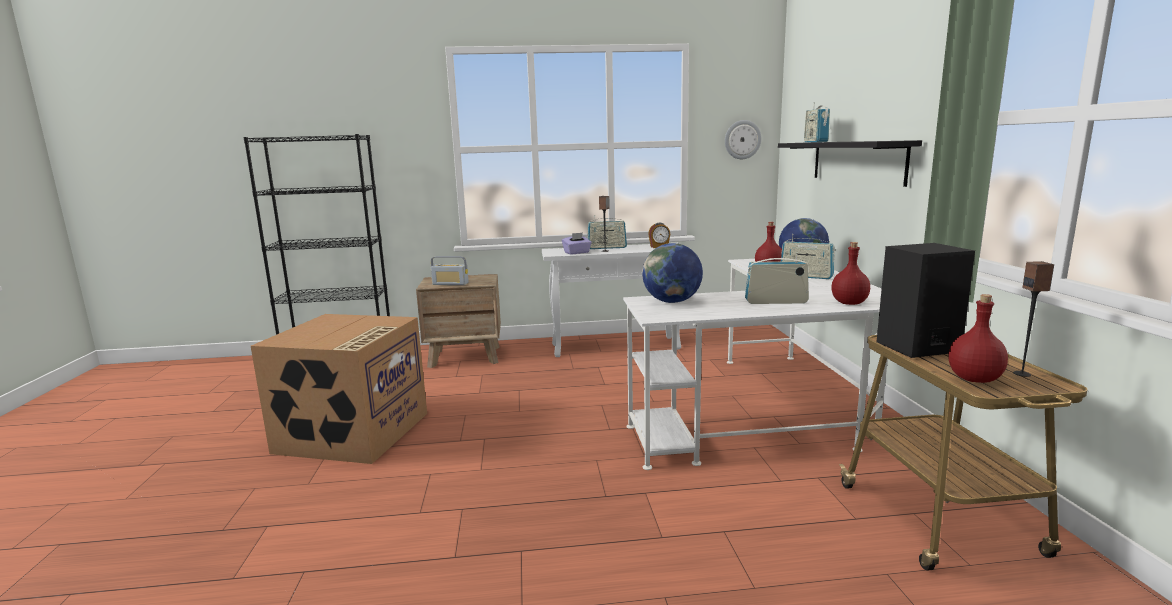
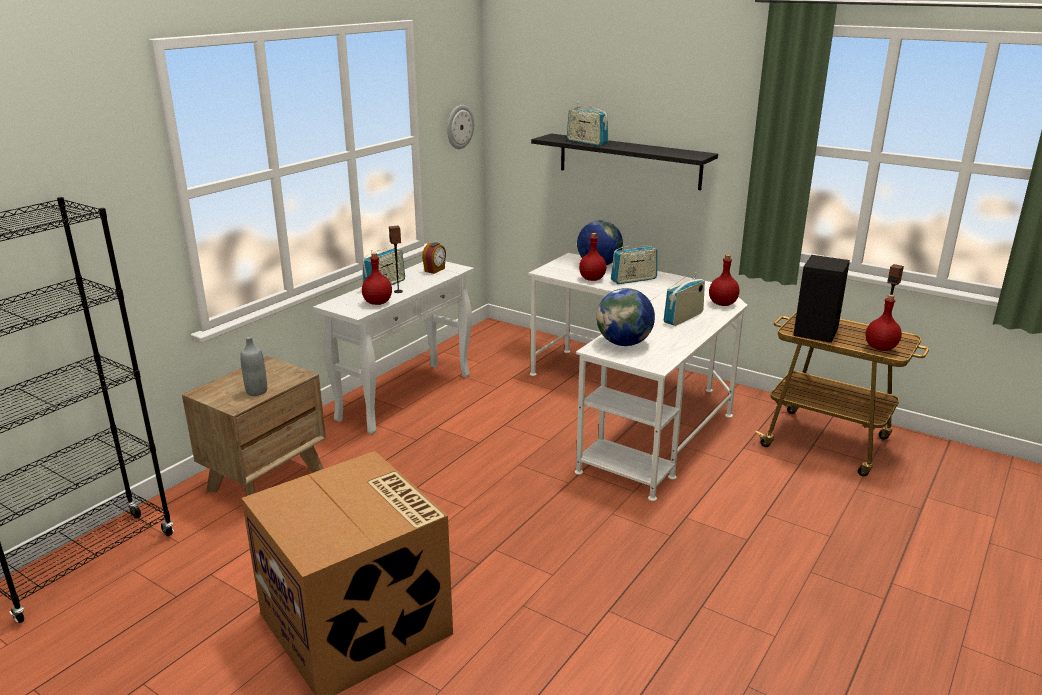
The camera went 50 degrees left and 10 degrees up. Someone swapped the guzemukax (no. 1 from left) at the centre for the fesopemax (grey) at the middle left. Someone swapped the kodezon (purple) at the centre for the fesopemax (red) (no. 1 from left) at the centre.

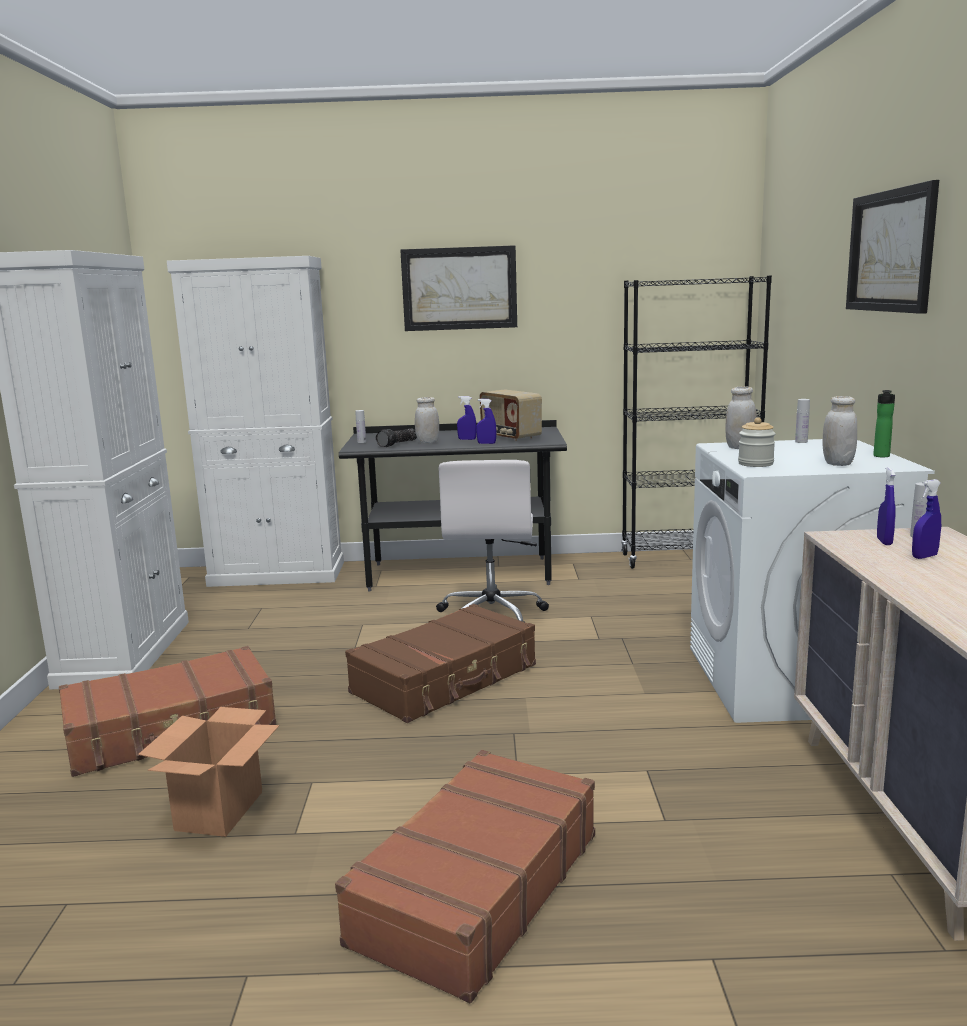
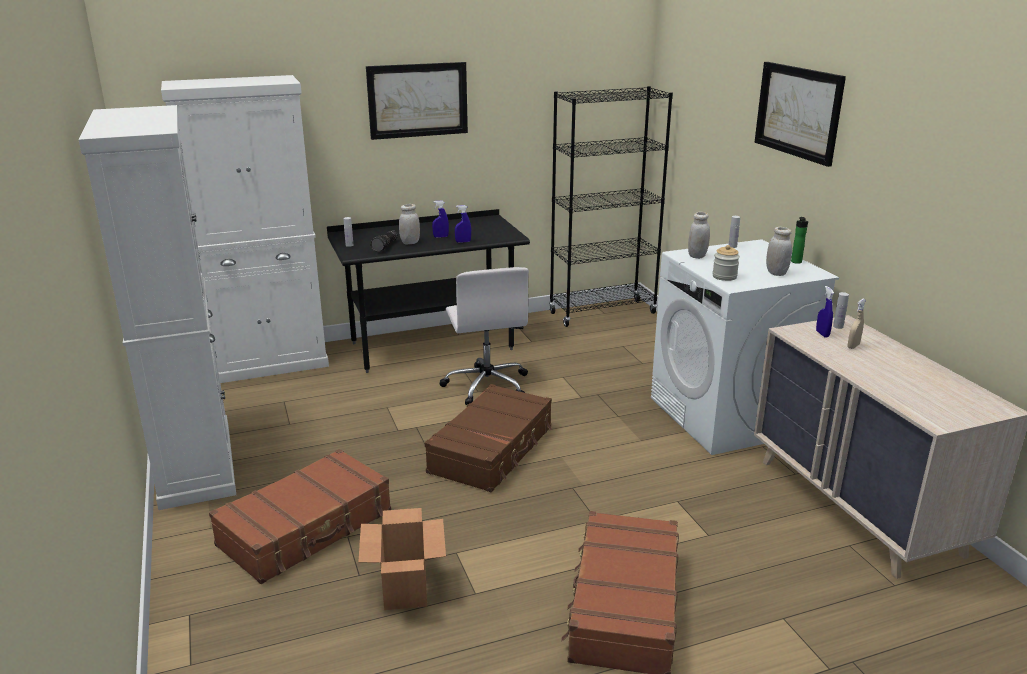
The camera went 20 degrees left and 10 degrees up. Someone took away the guzemukax at the centre. Someone repainted the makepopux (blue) (no. 4 from left) at the middle right, which became the makepopux (beige) at the middle right.

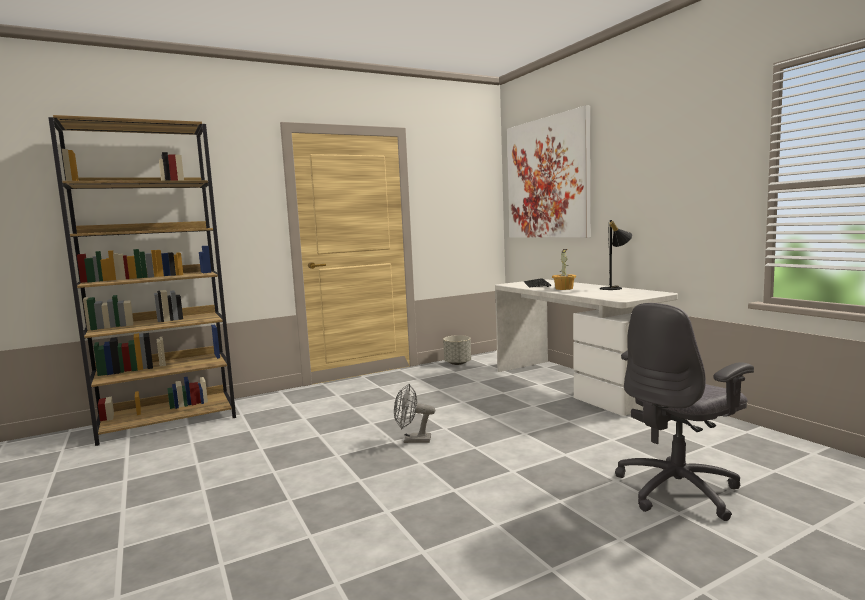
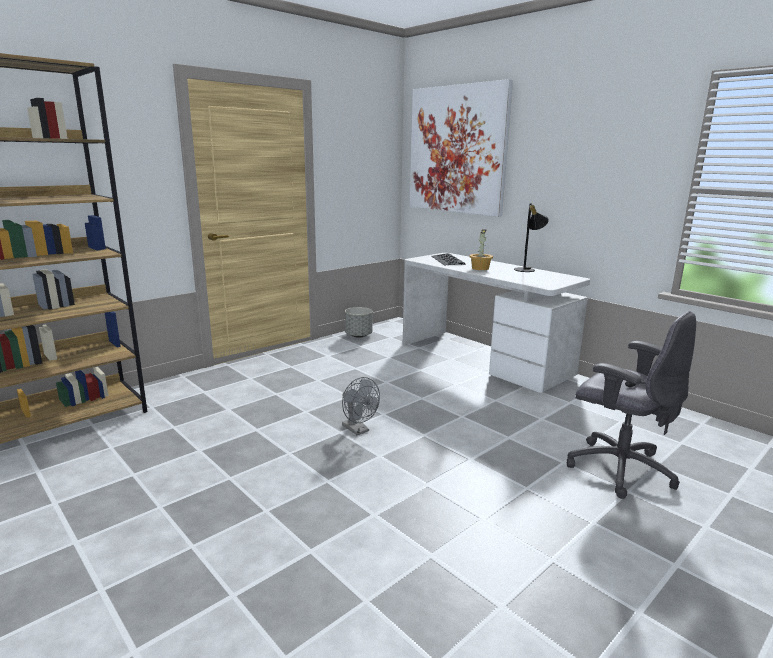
The camera went 15 degrees left and 10 degrees up. Someone rotated the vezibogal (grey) at the bottom centre by 120 degrees counterclockwise. Someone rotated the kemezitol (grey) at the bottom right by 90 degrees counterclockwise.

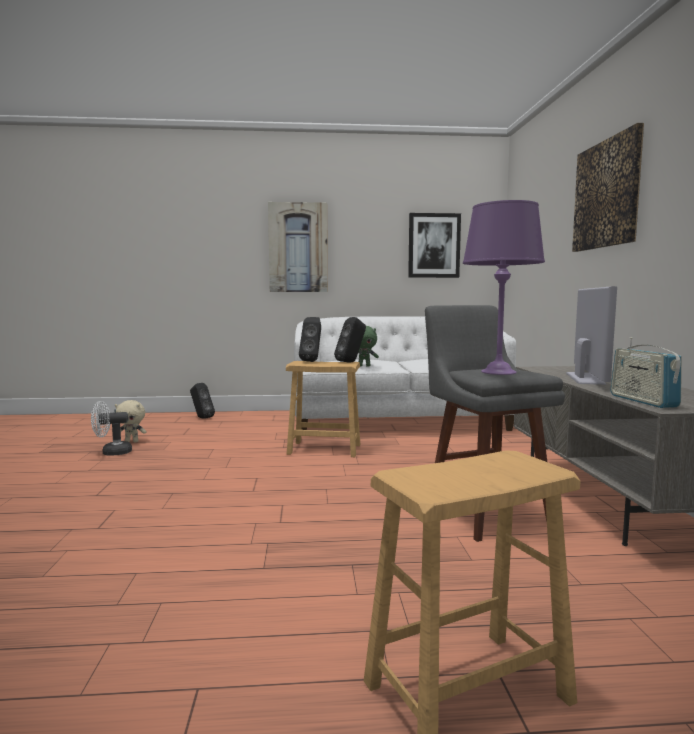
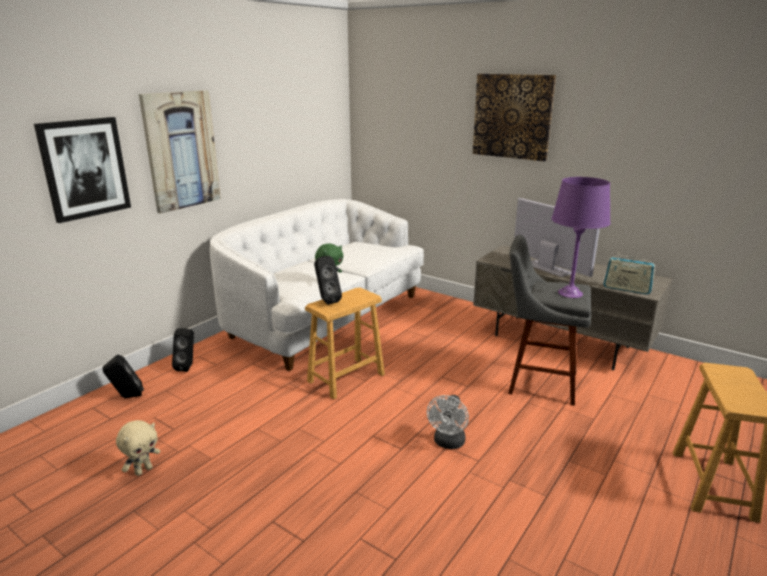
The camera went 50 degrees left and 15 degrees up. Someone carried the vezibogal (white) from the middle left to the bottom centre. Someone carried the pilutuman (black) (no. 3 from left in the first image) from the centre to the middle left. Someone carried the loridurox (no. 2 from left in the first image) from the centre to the top left.

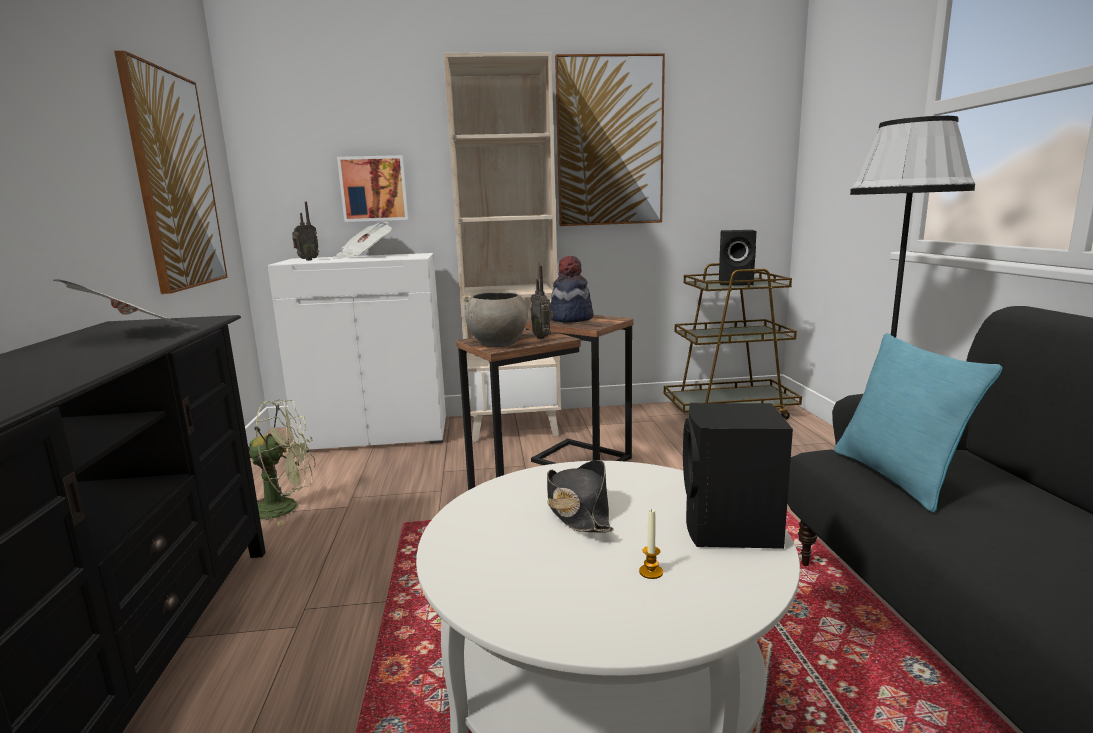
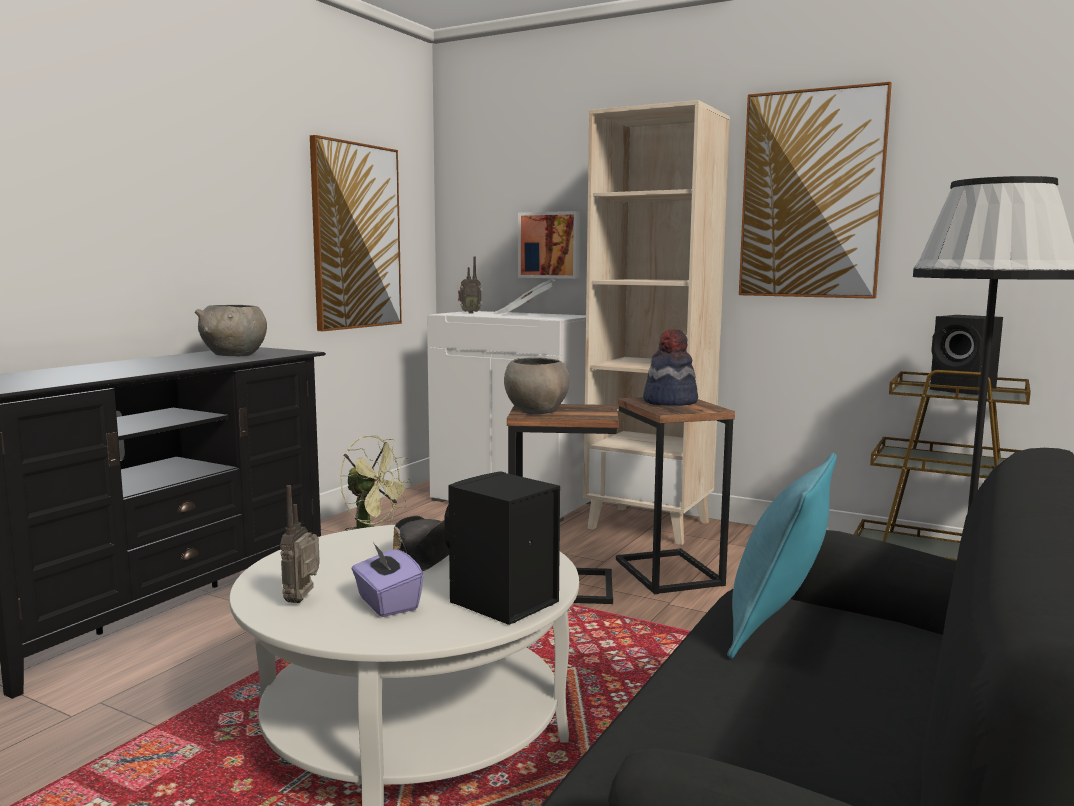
The camera went 35 degrees right and 5 degrees down. Someone carried the guzemukax (no. 2 from left in the first image) from the centre to the bottom left. Someone swapped the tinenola (no. 1 from left) at the middle left for the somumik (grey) (no. 1 from left) at the middle left. Someone swapped the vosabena at the bottom centre for the kodezon (purple) at the bottom centre.

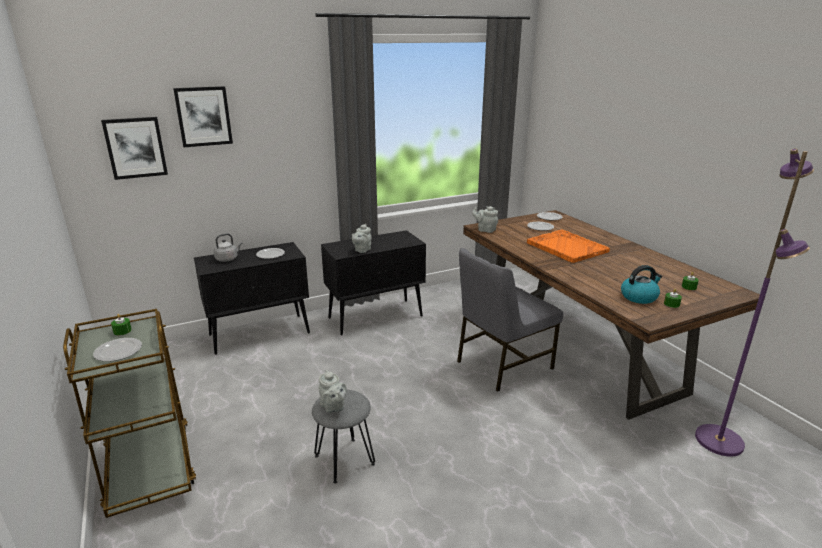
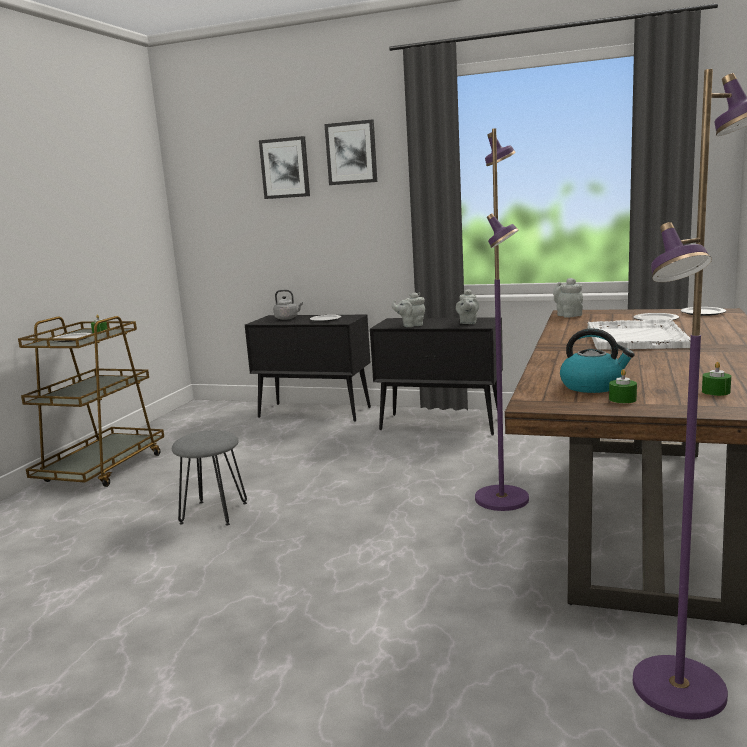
The camera went 45 degrees right and 10 degrees down. Someone carried the loridurox (no. 1 from left in the first image) from the top left to the top centre. Someone carried the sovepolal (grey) (no. 1 from left in the first image) from the bottom centre to the centre. Someone swapped the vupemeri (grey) at the centre for the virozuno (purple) (no. 1 from left) at the middle right. Someone repainted the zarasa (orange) at the middle right, which became the zarasa (white) at the middle right.

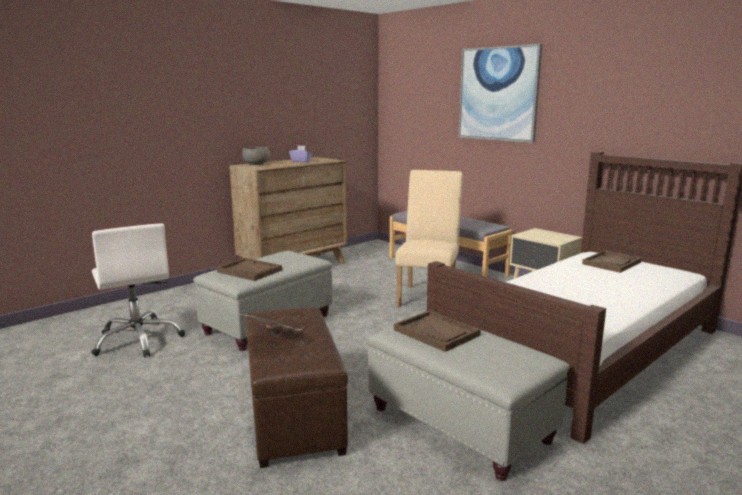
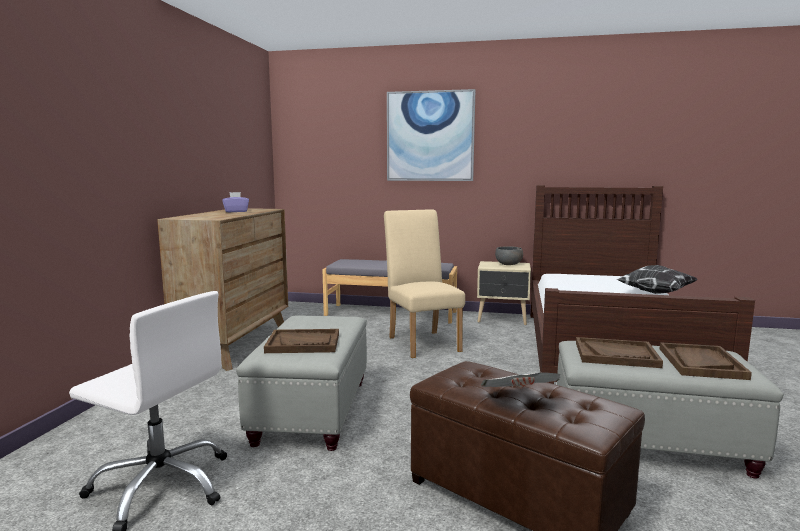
The camera went 35 degrees left and 5 degrees down. Someone put down the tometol at the middle right. Someone carried the somumik (grey) from the top centre to the centre. Someone carried the zarasa (brown) (no. 3 from left) from the middle right to the bottom right.

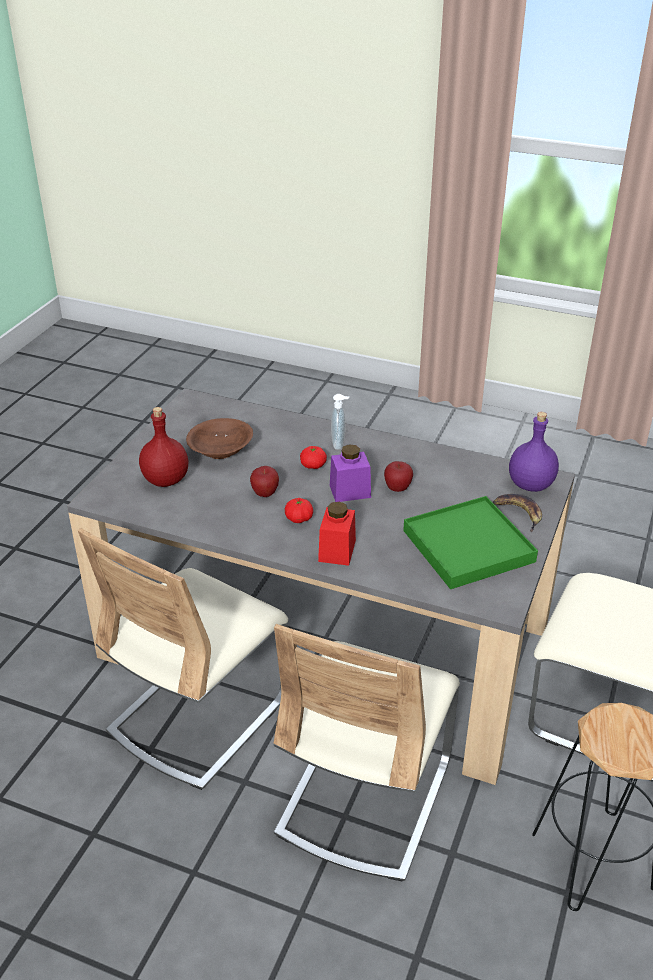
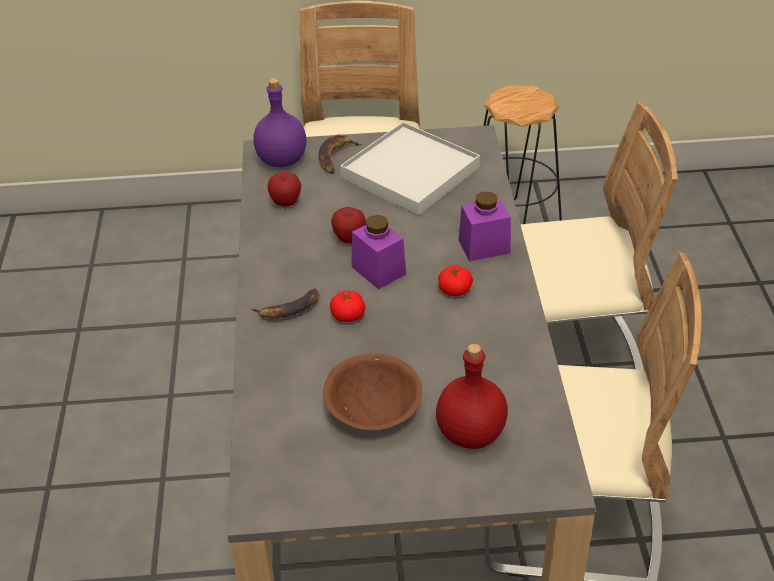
The camera went 115 degrees left and 5 degrees up. Someone carried the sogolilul (no. 1 from left) from the centre to the top centre. Someone swapped the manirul at the centre for the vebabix (no. 1 from left) at the centre. Someone repainted the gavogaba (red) at the centre, which became the gavogaba (purple) (no. 2 from left) at the centre. Someone repainted the zarasa (green) at the middle right, which became the zarasa (white) at the top centre.

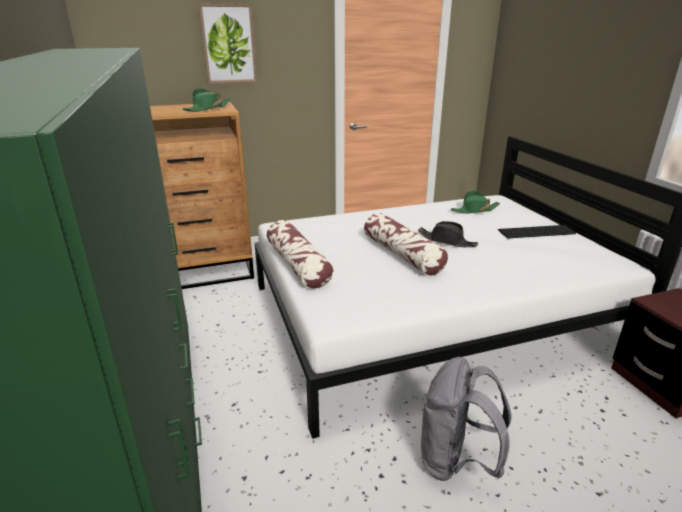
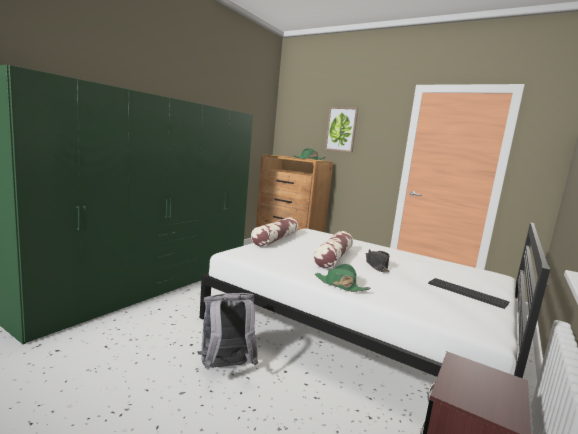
The camera went 50 degrees right and 15 degrees down. Someone carried the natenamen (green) (no. 2 from left) from the middle right to the centre.

